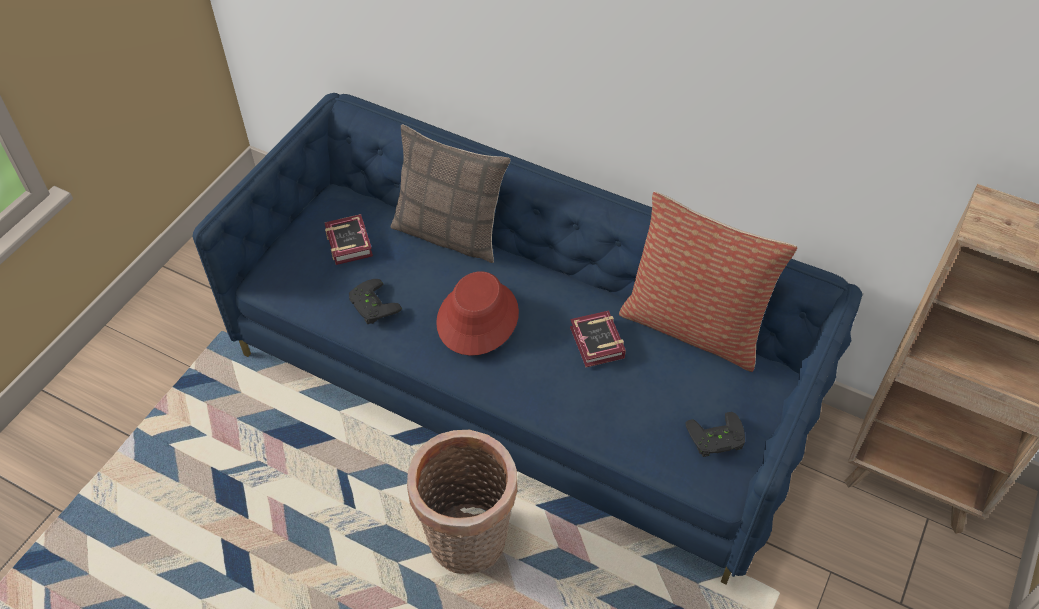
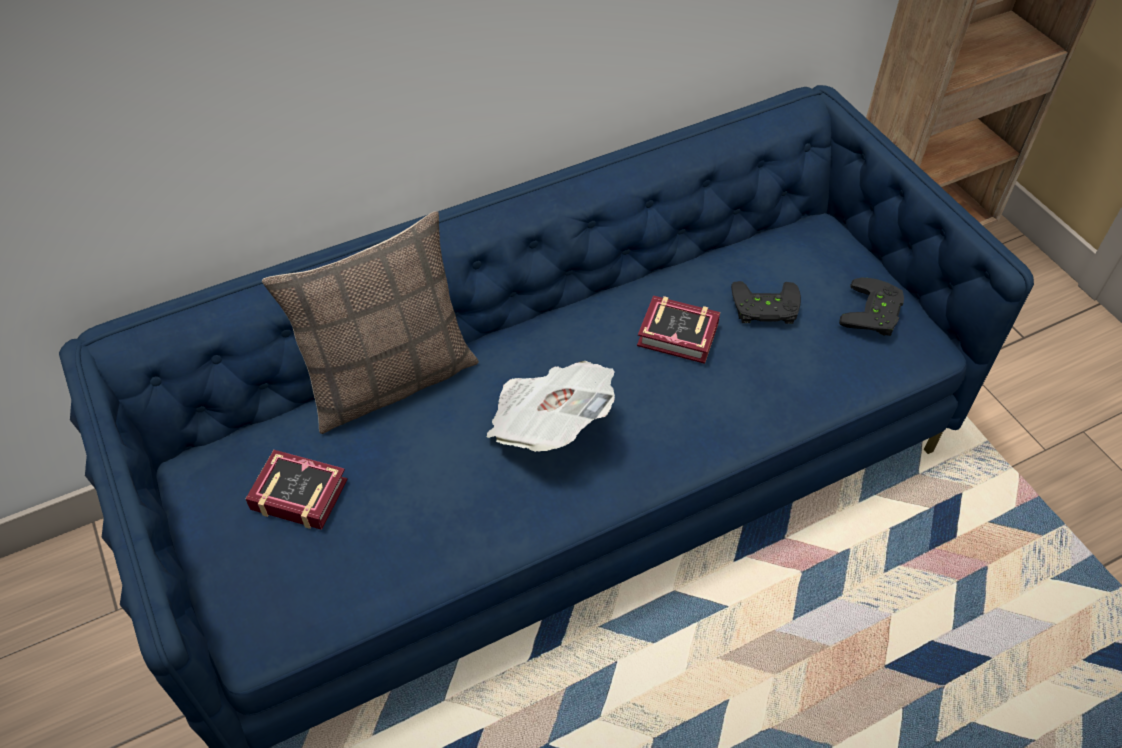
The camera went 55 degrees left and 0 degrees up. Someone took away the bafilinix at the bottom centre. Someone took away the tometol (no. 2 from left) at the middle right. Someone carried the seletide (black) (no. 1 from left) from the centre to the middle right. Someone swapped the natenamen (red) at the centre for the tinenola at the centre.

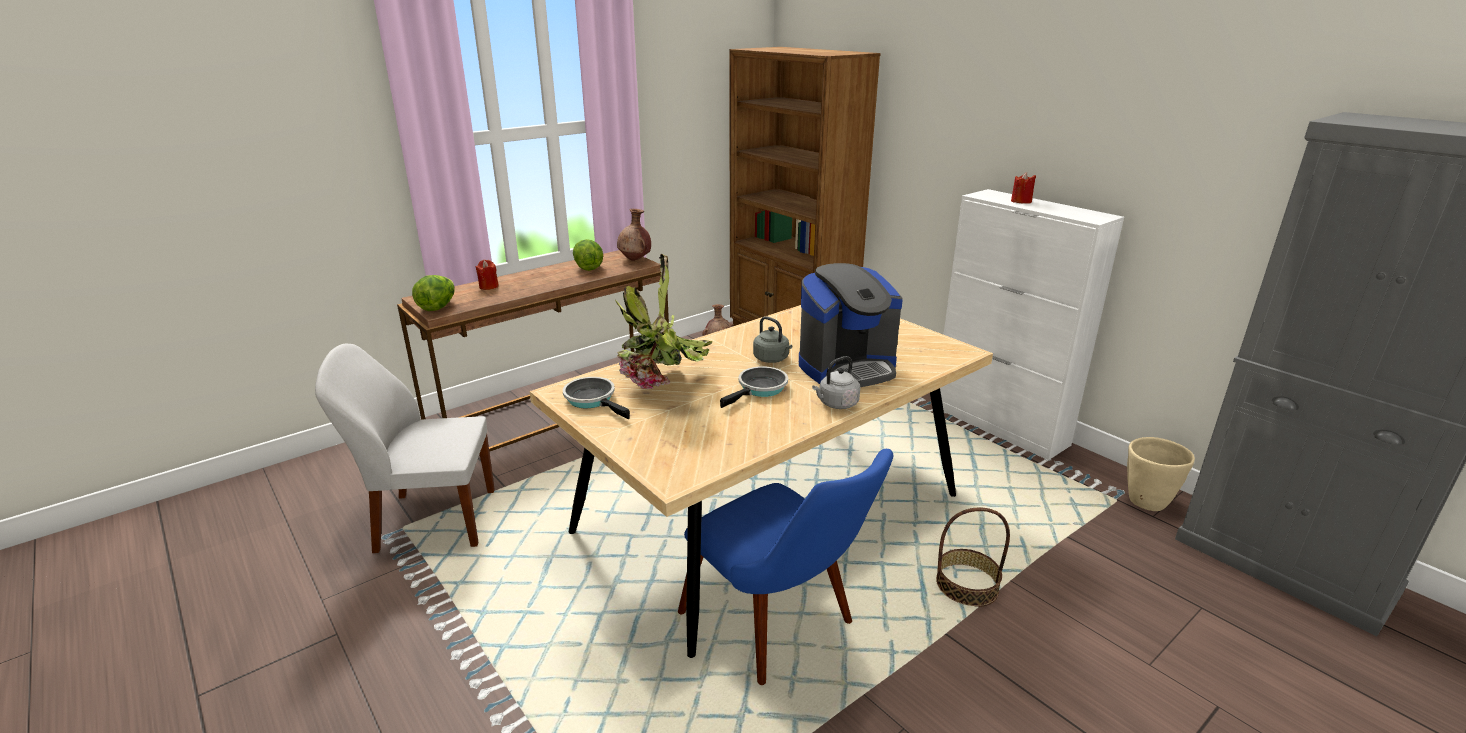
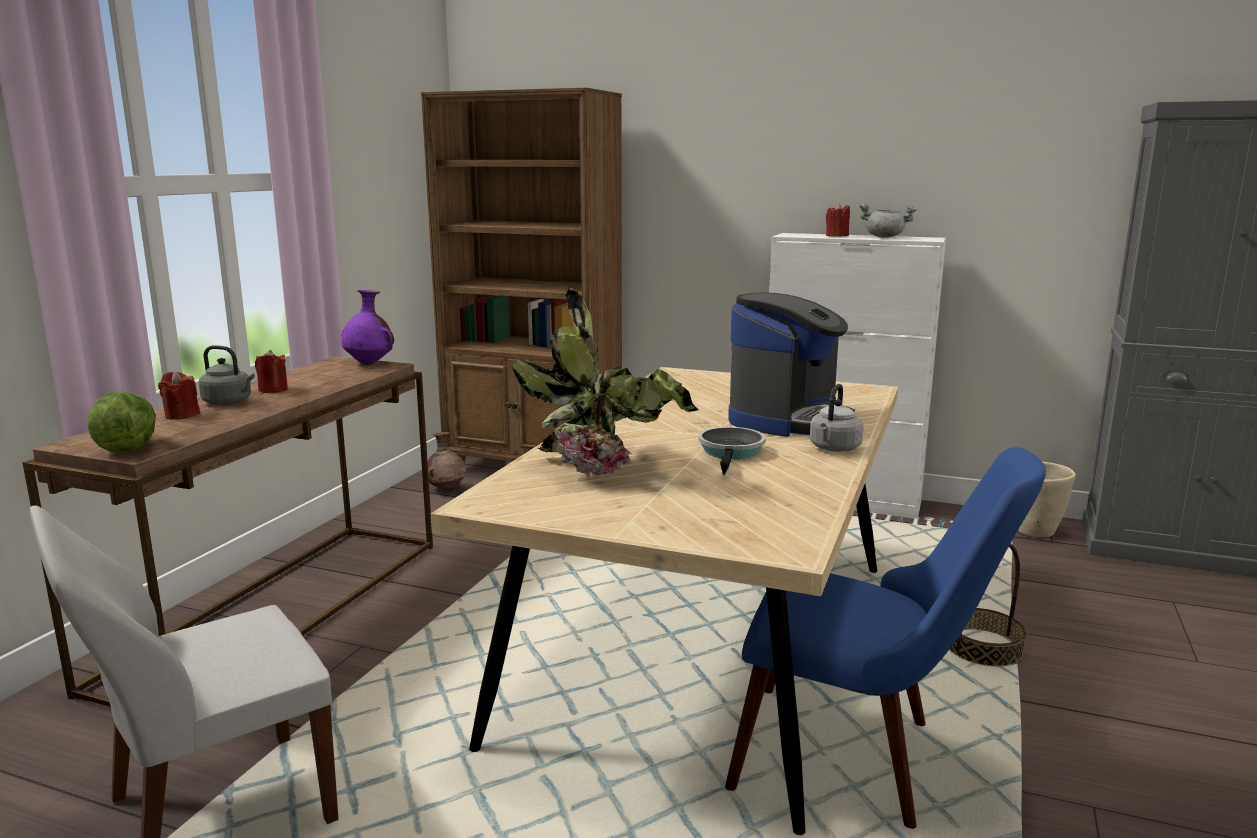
The camera went 30 degrees left and 10 degrees down. Someone took away the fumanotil (no. 1 from left) at the centre. Someone took away the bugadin (no. 2 from left) at the centre. Someone put down the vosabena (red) (no. 2 from left) at the middle left. Someone put down the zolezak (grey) at the top right. Someone carried the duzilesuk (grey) (no. 1 from left) from the centre to the middle left. Someone repainted the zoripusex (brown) (no. 1 from left) at the top centre, which became the zoripusex (purple) at the middle left.

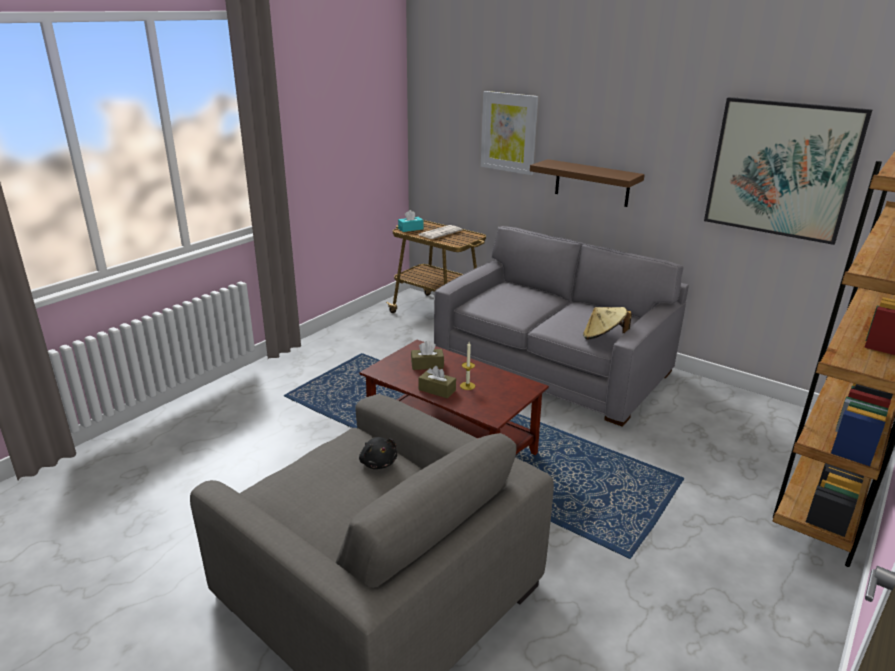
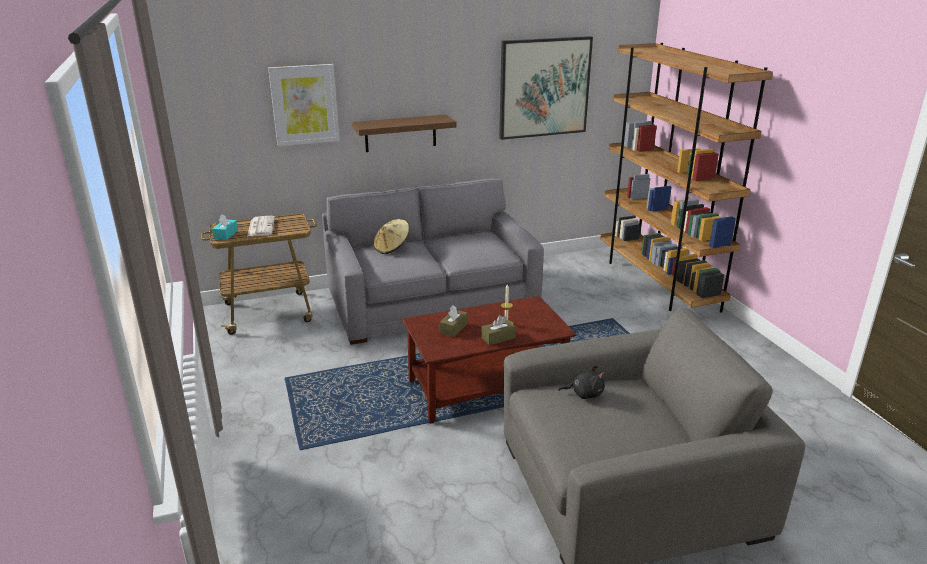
The camera went 55 degrees left and 0 degrees up. Someone carried the natenamen (beige) from the middle right to the centre.

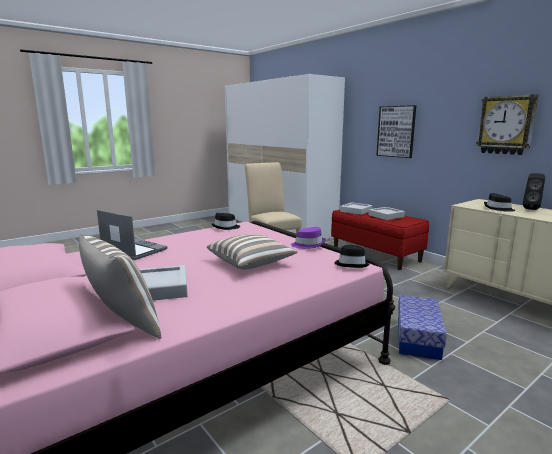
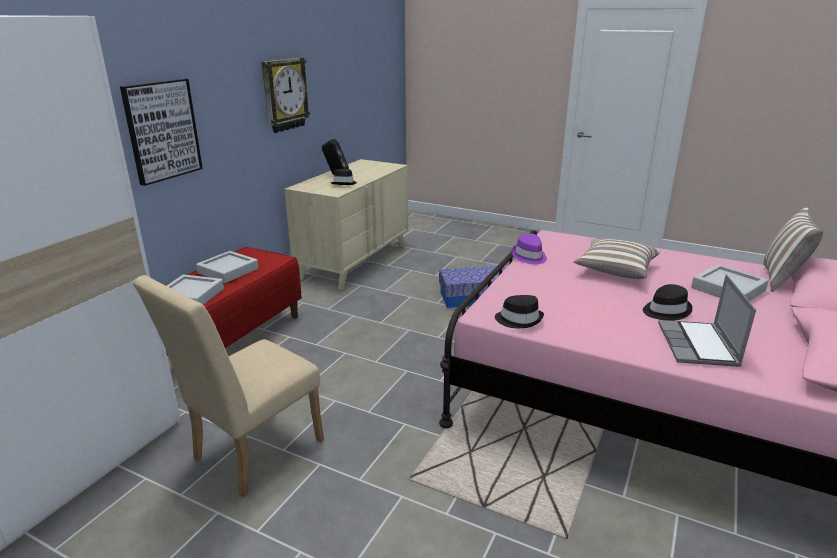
The camera went 115 degrees left and 10 degrees up. Someone carried the natenamen (black) (no. 2 from left in the first image) from the centre to the middle right.

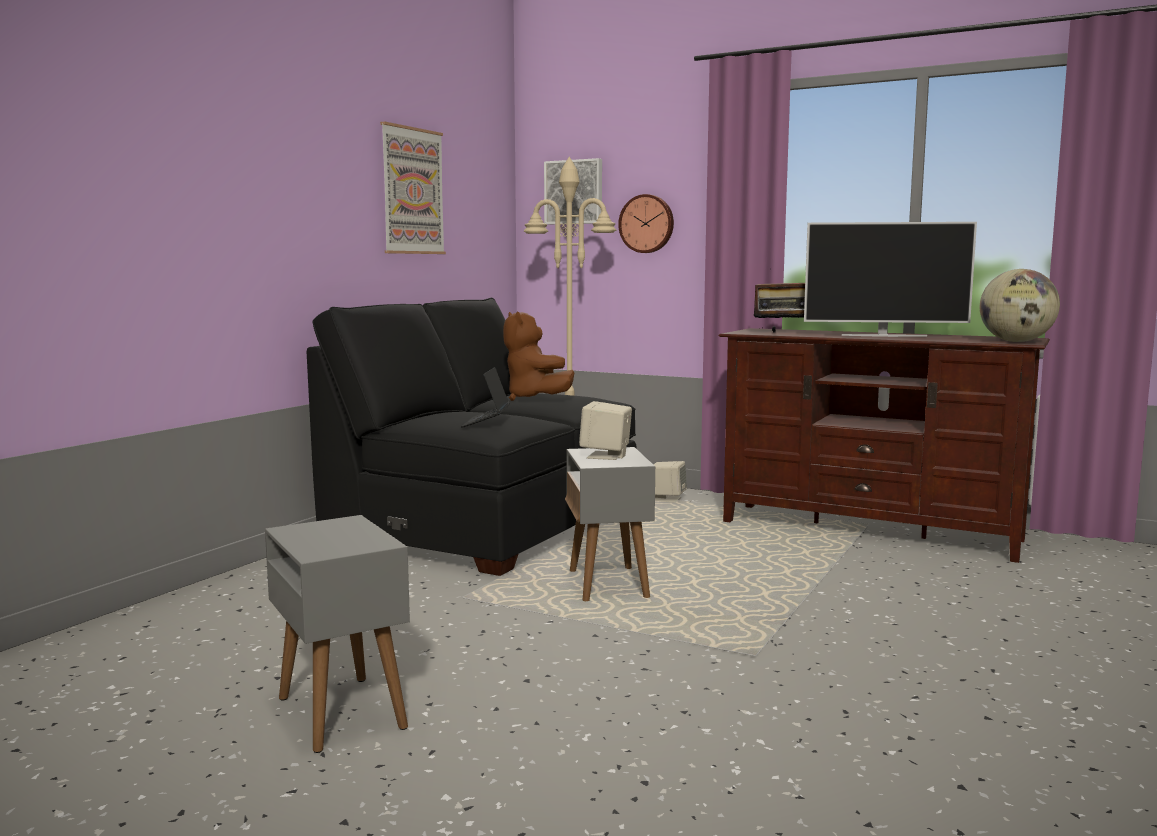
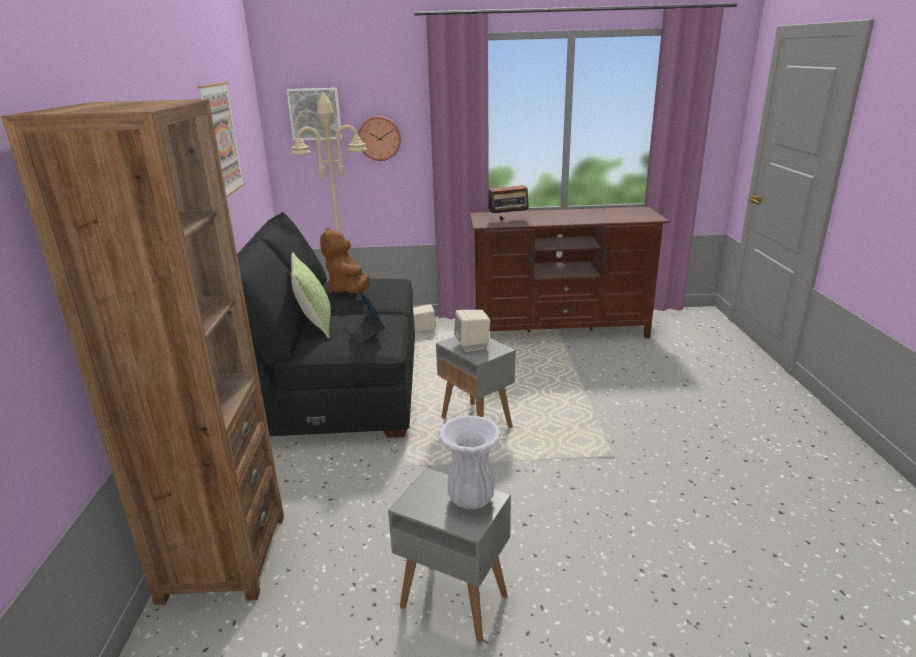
The camera went 30 degrees left and 15 degrees up. Someone took away the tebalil at the middle right. Someone took away the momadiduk at the middle right. Someone put down the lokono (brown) at the middle left. Someone put down the tometol at the centre. Someone put down the zoripusex (white) at the bottom centre. Someone rotated the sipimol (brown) at the centre by 45 degrees clockwise.

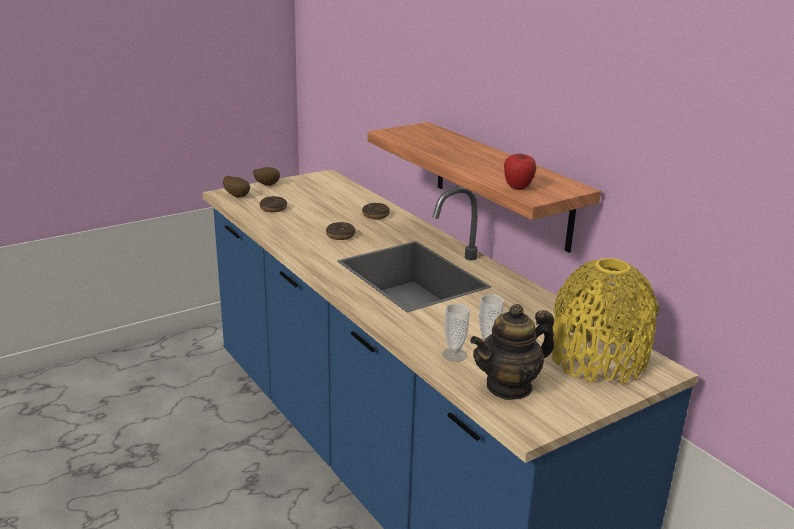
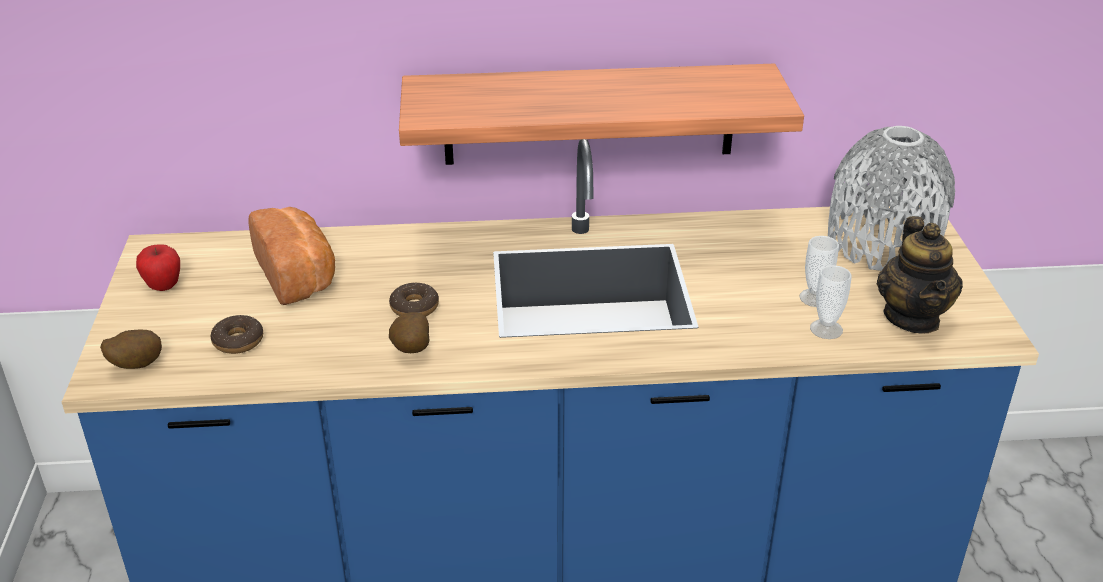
The camera went 60 degrees left and 10 degrees up. Someone took away the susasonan (no. 3 from left) at the centre. Someone put down the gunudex at the middle left. Someone carried the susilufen (no. 2 from left) from the top centre to the centre. Someone carried the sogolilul from the top centre to the middle left. Someone repainted the zoripusex (yellow) at the middle right, which became the zoripusex (grey) at the middle right.

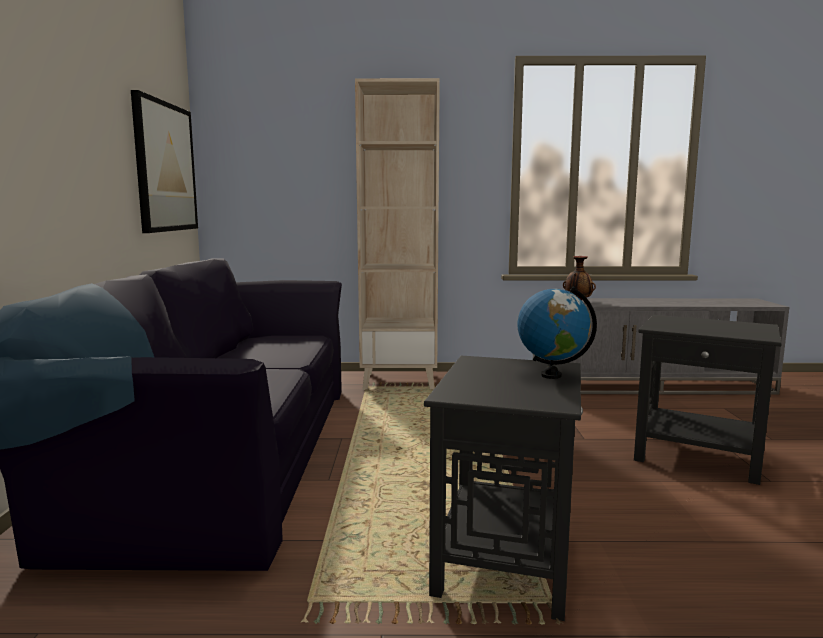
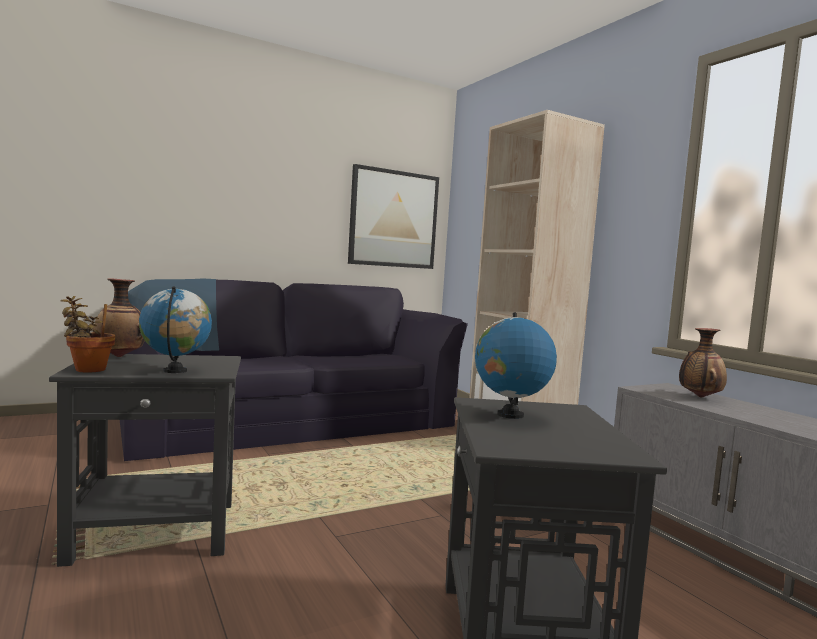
The camera went 60 degrees right and 5 degrees down. Someone put down the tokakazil at the middle left. Someone put down the zoripusex (no. 1 from left) at the middle left. Someone put down the momadiduk (no. 2 from left) at the centre.

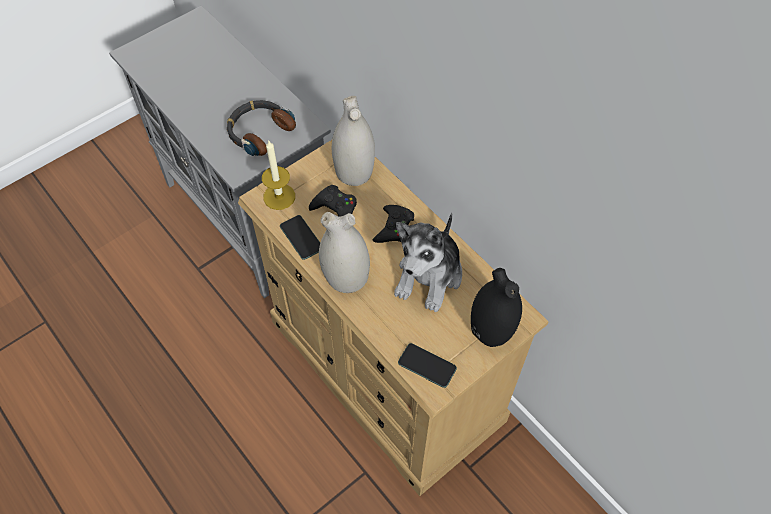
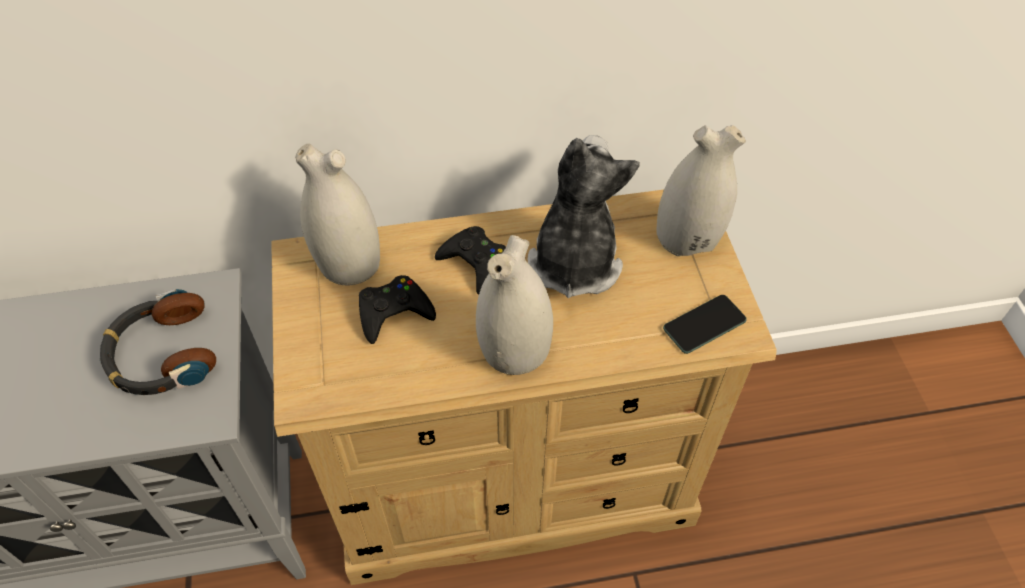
The camera went 60 degrees left and 5 degrees down. Someone took away the vosabena at the centre. Someone took away the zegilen (no. 1 from left) at the centre. Someone repainted the zoripusex (black) at the centre, which became the zoripusex (white) (no. 3 from left) at the top right. Someone rotated the sipimol at the centre by 135 degrees counterclockwise.

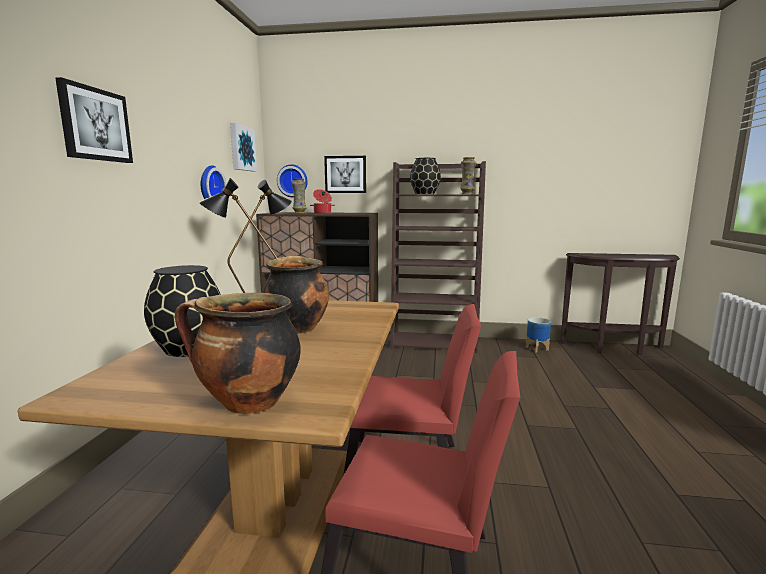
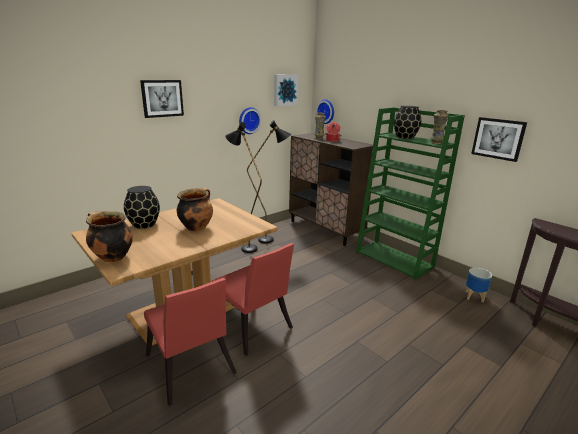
The camera went 40 degrees right and 10 degrees up. Someone carried the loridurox (no. 3 from left) from the top centre to the top right. Someone repainted the lokono (brown) at the centre, which became the lokono (green) at the middle right.

